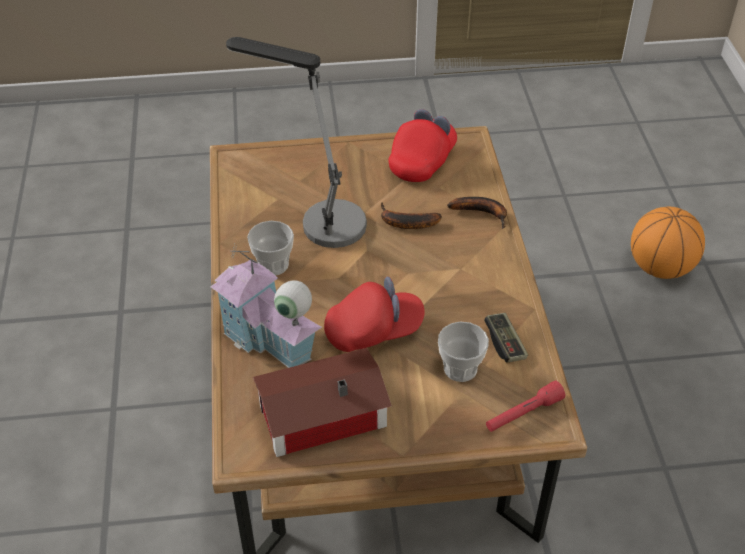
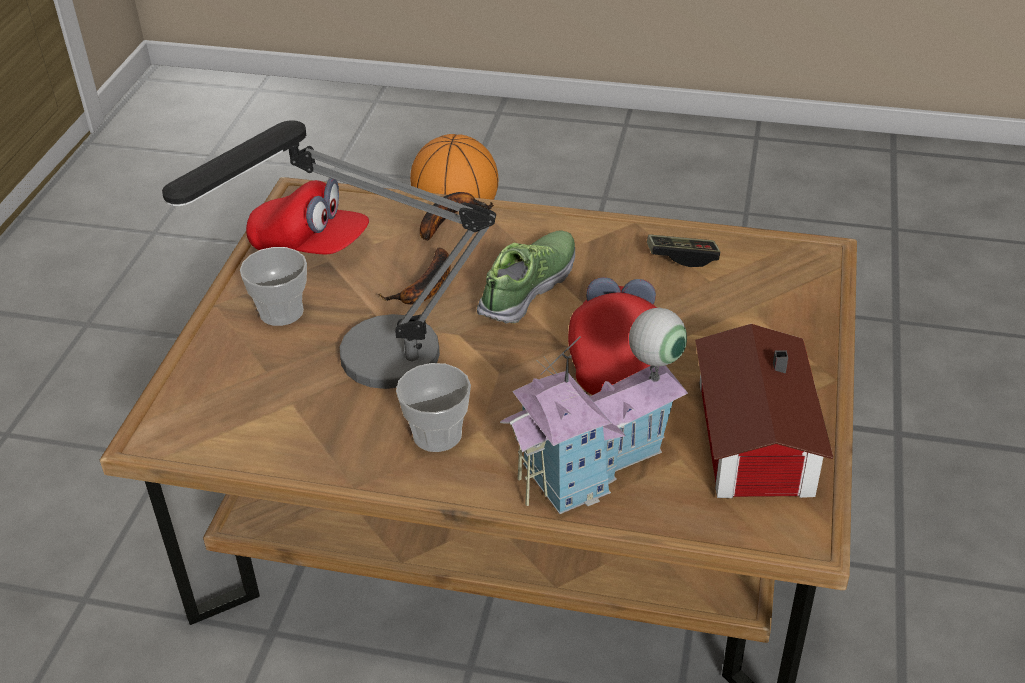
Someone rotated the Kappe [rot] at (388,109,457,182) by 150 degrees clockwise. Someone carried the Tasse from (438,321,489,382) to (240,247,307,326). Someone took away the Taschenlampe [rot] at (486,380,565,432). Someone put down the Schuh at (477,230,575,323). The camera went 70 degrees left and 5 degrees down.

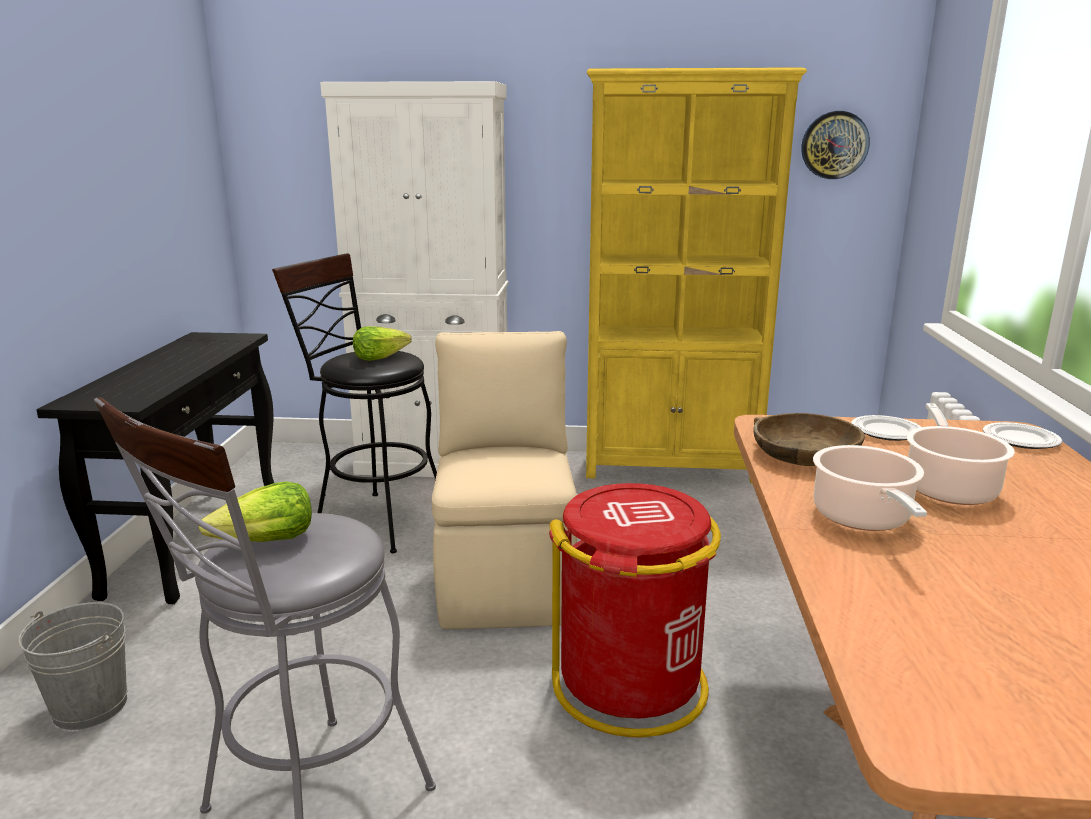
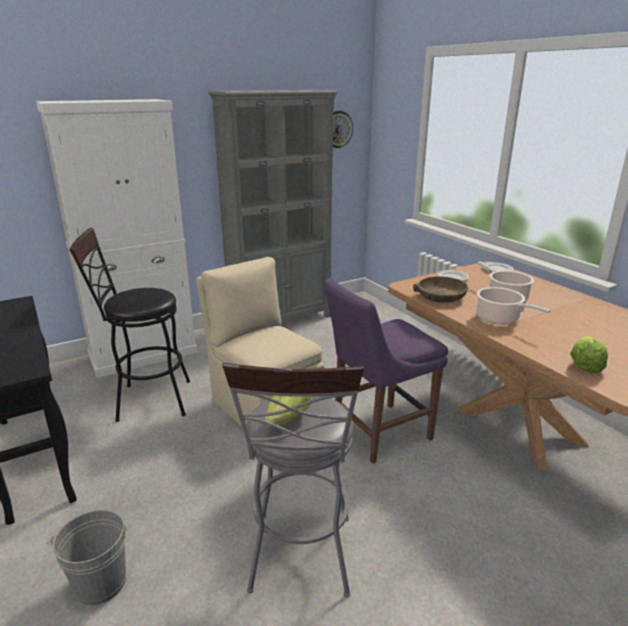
Someone carried the Salatkopf from (353,326,412,361) to (570,336,608,373). Someone swapped the Mülleimer [rot] at (549,483,721,737) for the Stuhl [lila] at (324,279,448,464). Someone repainted the Bücherregal [gelb] at (586,67,807,484), which became the Bücherregal [grau] at (208,90,338,321). The camera went 35 degrees left and 5 degrees up.

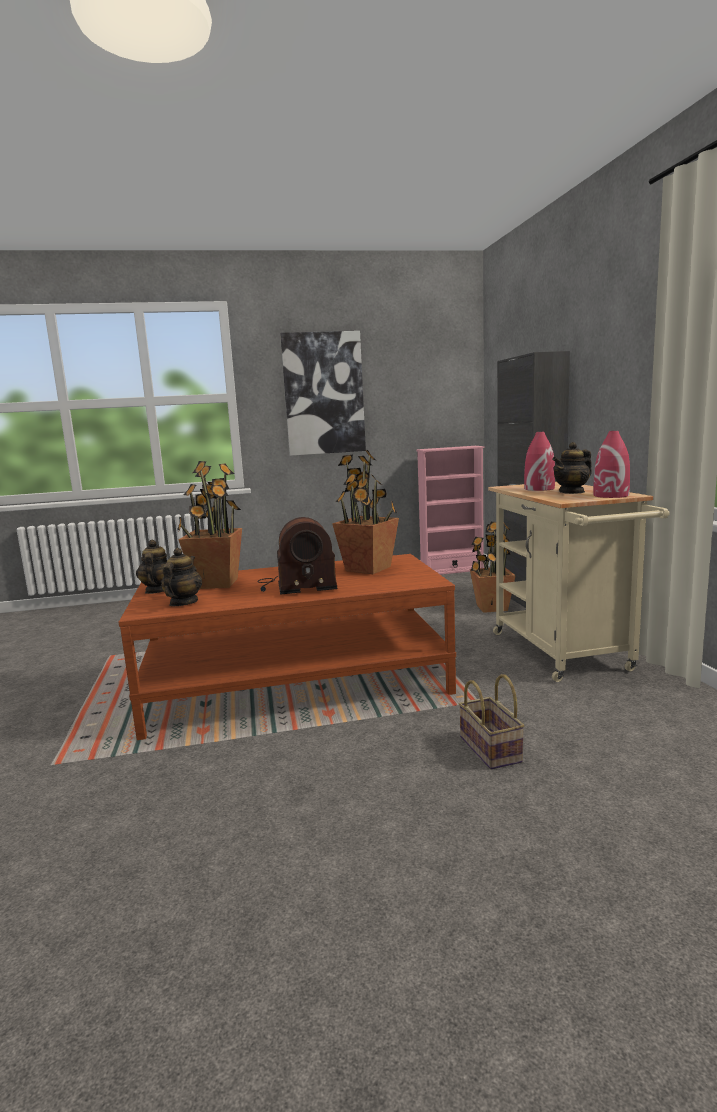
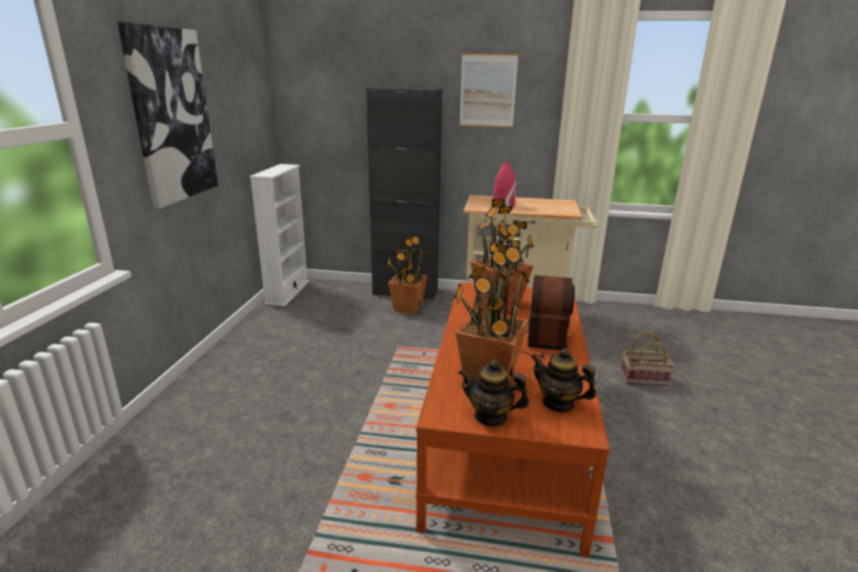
Someone repainted the Bücherregal [rosa] at (416,446,484,575), which became the Bücherregal [weiß] at (250,164,309,306). Someone took away the Teekanne at (552,442,592,494). Someone took away the Vase [rot] at (593,431,630,498). Someone put up the Bild at (460,53,518,128). The camera went 70 degrees left and 10 degrees up.

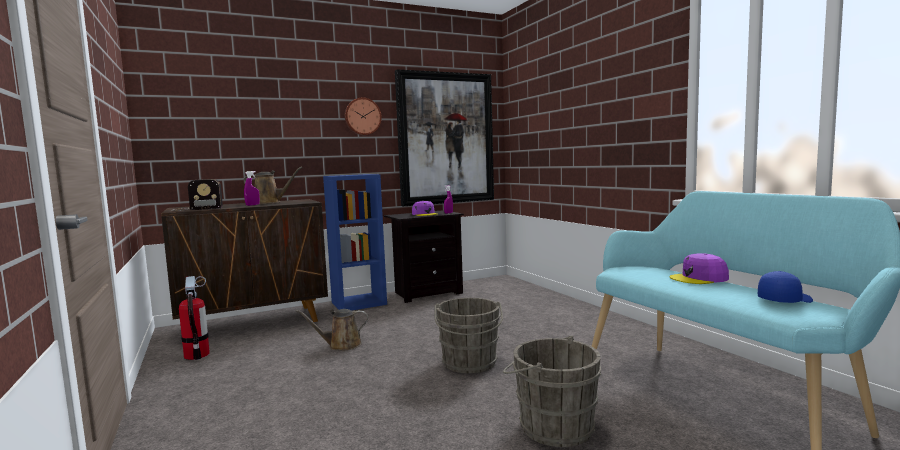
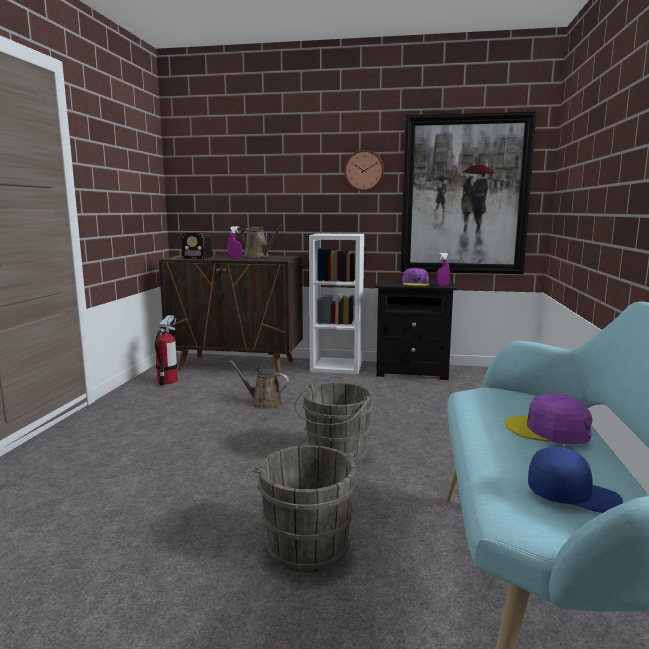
Someone repainted the Bücherregal [blau] at (323,174,387,311), which became the Bücherregal [weiß] at (309,234,364,374). The camera went 35 degrees right and 5 degrees up.

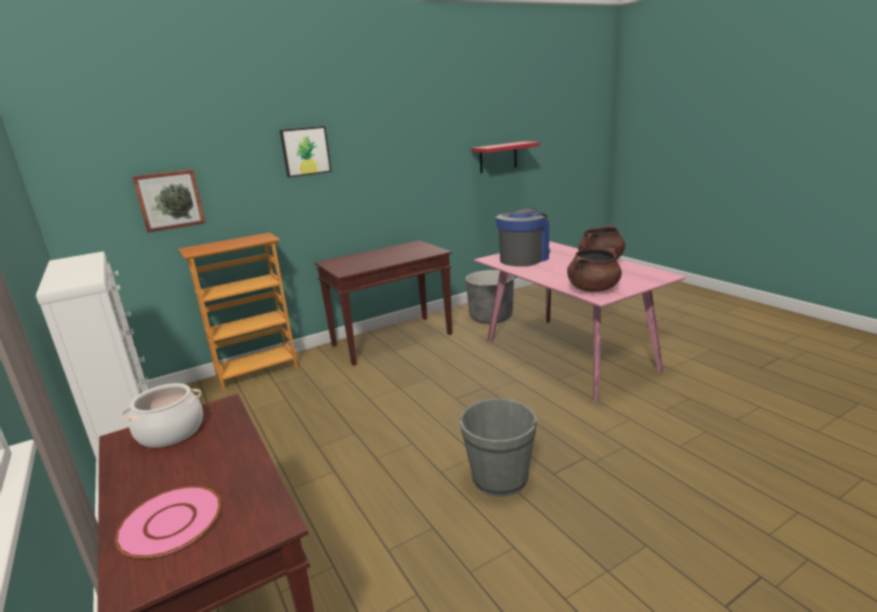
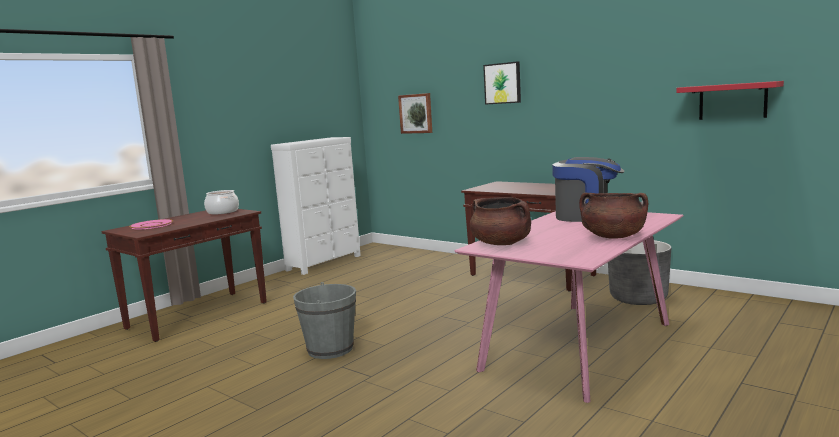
Someone took away the Bücherregal at (179,233,298,392). The camera went 70 degrees right and 10 degrees down.

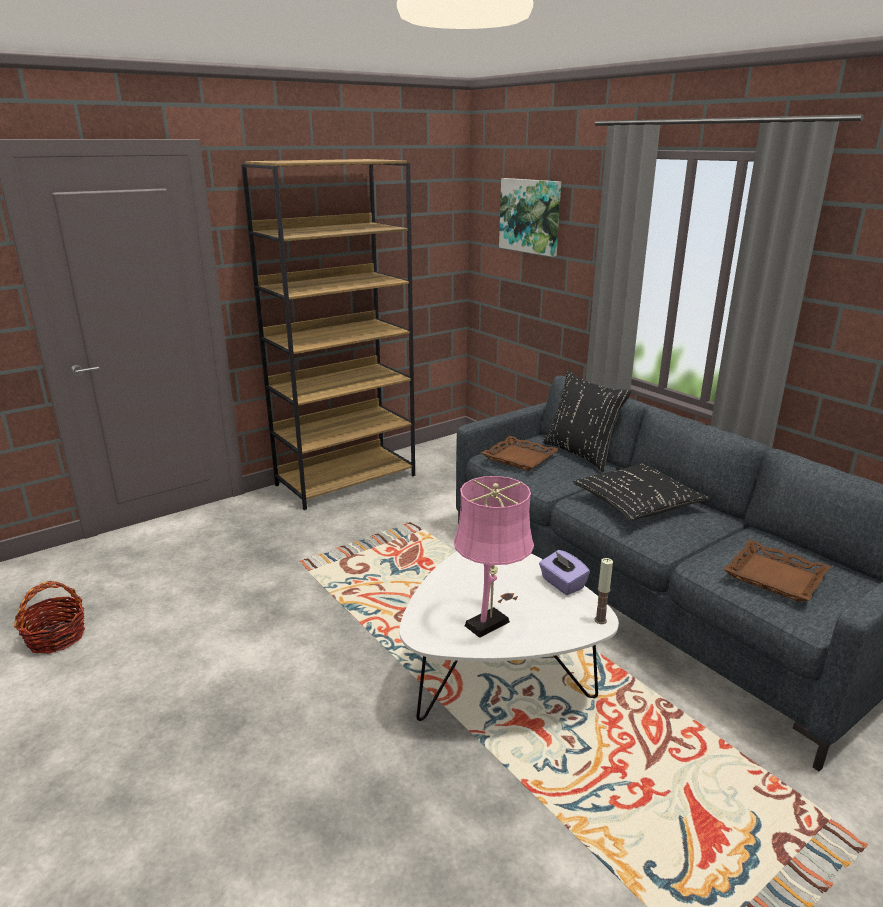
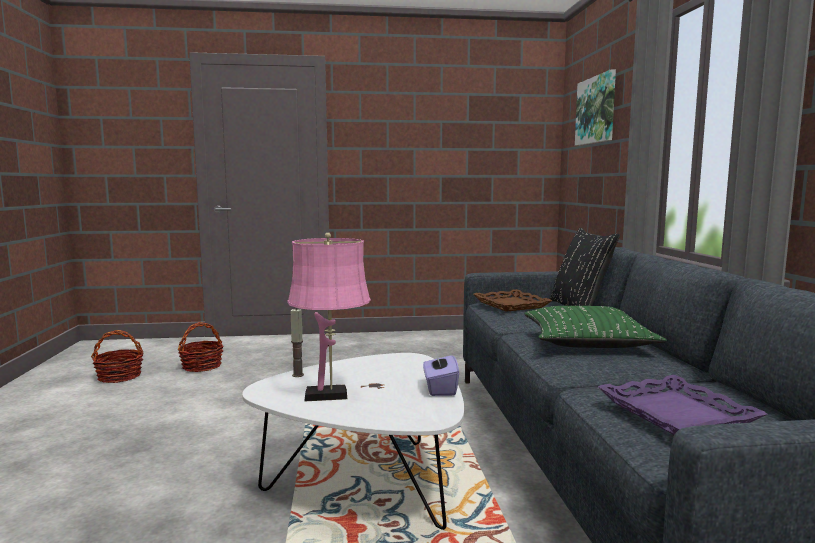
Someone took away the Bücherregal [braun] at (241,159,415,510). Someone repainted the Kissen [schwarz] at (572,463,710,521), which became the Kissen [grün] at (524,306,667,348). Someone carried the Kerze from (594,558,613,624) to (291,308,304,377). Someone repainted the Tablett [braun] at (723,540,831,602), which became the Tablett [lila] at (598,375,768,435). Someone put down the Korb at (178,322,224,372). The camera went 30 degrees right and 15 degrees down.

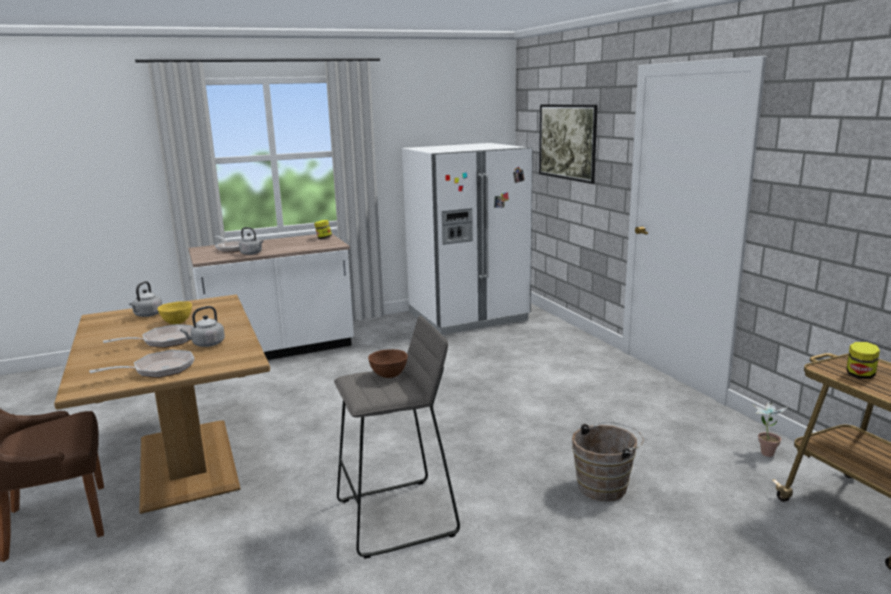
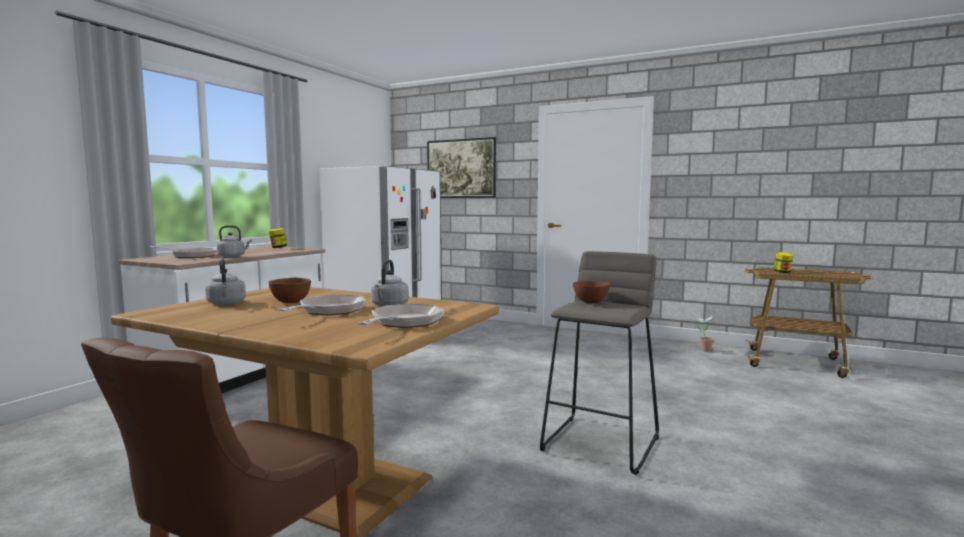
Someone repainted the Schüssel [gelb] at (158,301,192,324), which became the Schüssel [braun] at (268,278,311,303). Someone took away the Eimer [braun] at (572,422,644,501). The camera went 40 degrees left and 10 degrees down.

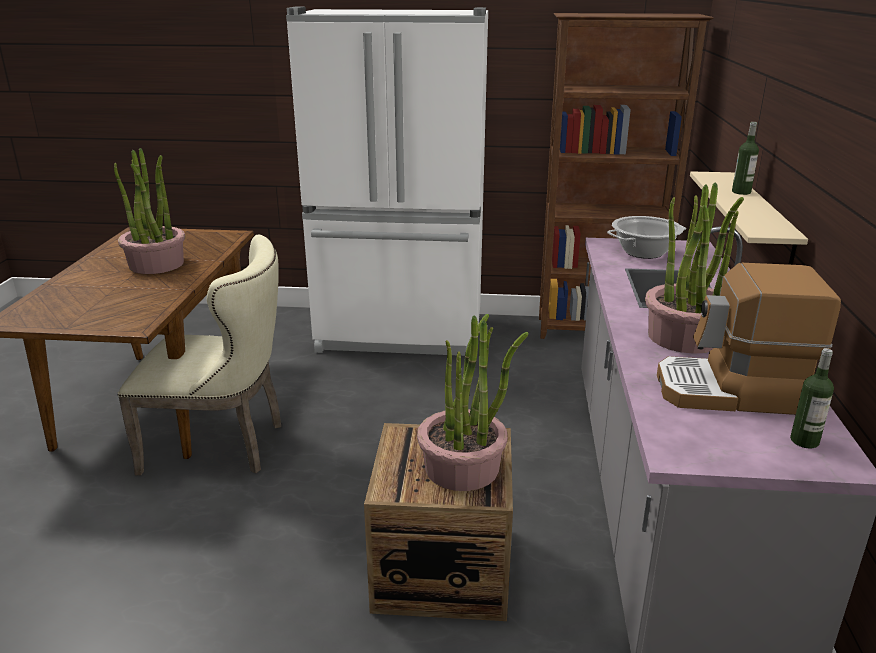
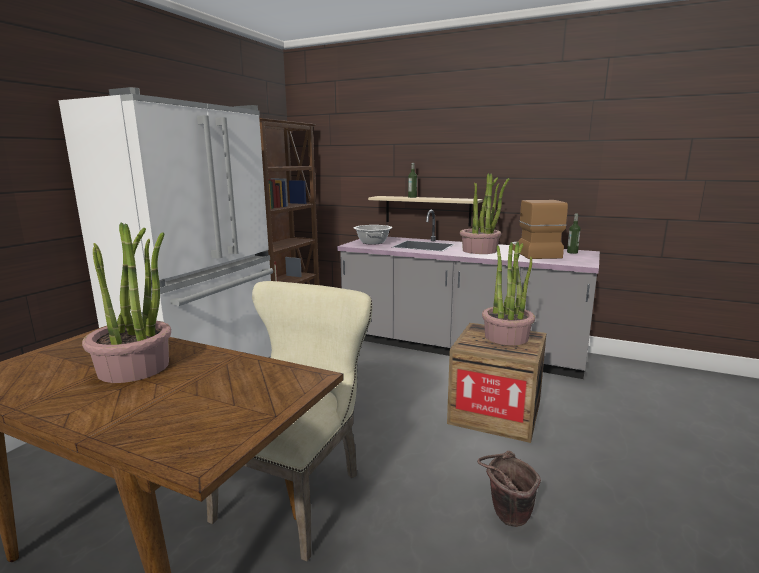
Someone rotated the Kaffeemaschine at (657,263,841,415) by 150 degrees clockwise. Someone put down the Eimer [braun] at (477,451,541,527). The camera went 70 degrees left and 10 degrees down.

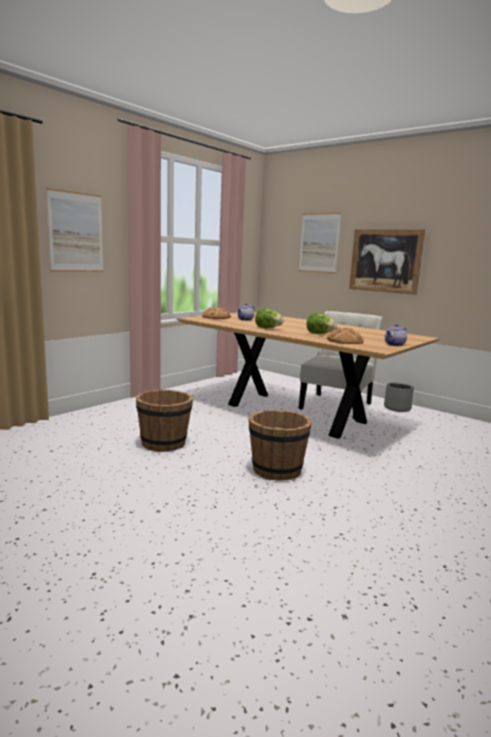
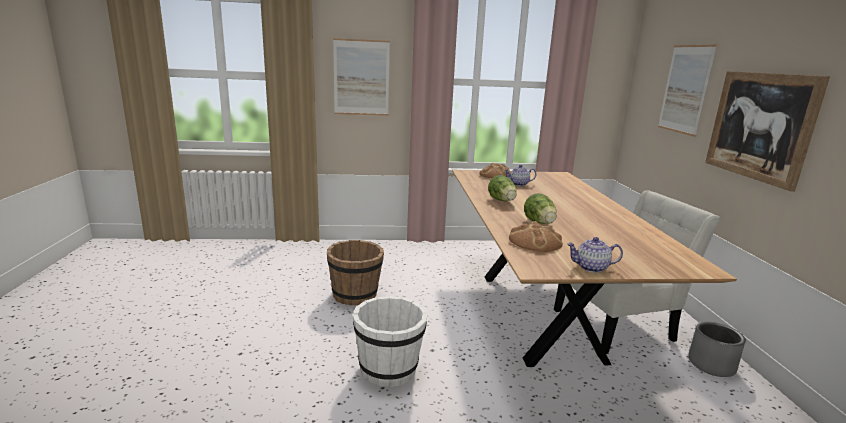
Someone repainted the Eimer [braun] at (249,410,312,481), which became the Eimer [weiß] at (353,296,428,387). The camera went 45 degrees right and 5 degrees up.

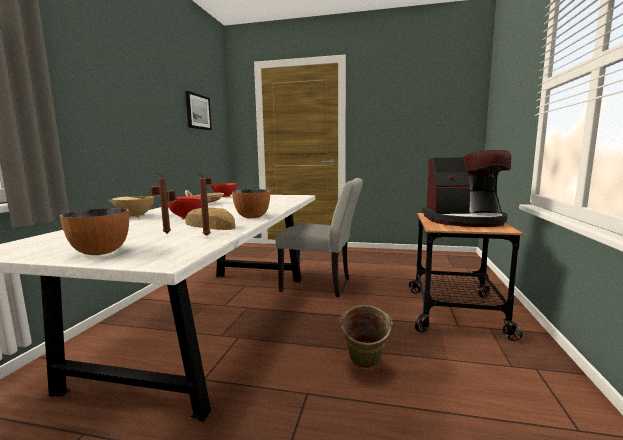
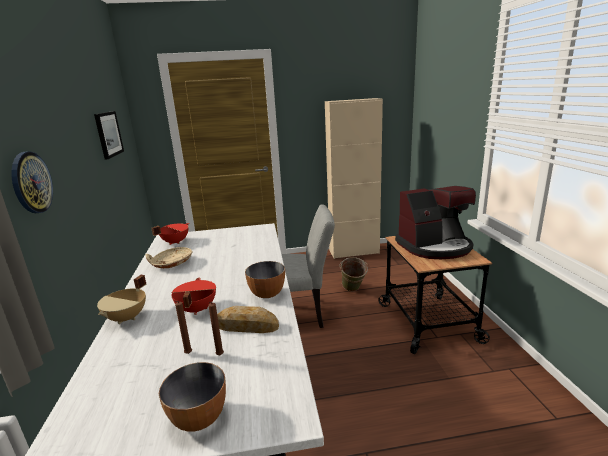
Someone carried the Kerze [braun] from (197,172,210,236) to (175,301,192,354). Someone carried the Eimer [grün] from (340,305,393,369) to (339,257,368,291). Someone put up the Wanduhr at (11,151,53,213). Someone put down the Schrank [beige] at (325,98,383,259). The camera went 20 degrees left and 10 degrees up.

